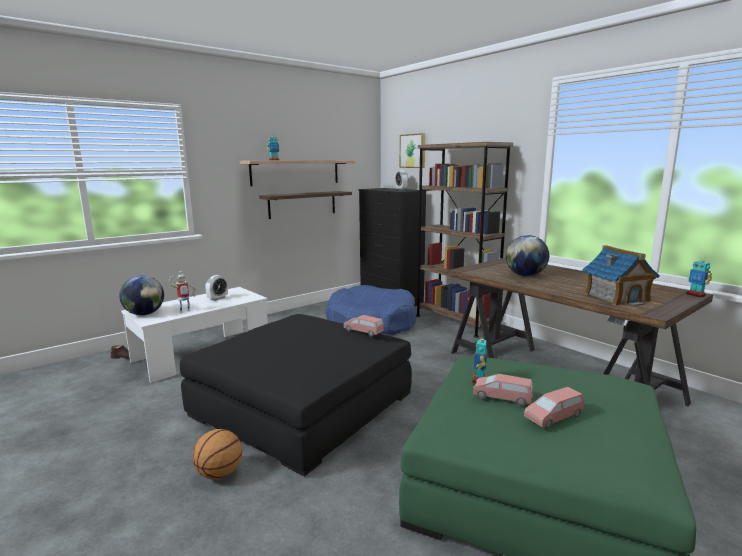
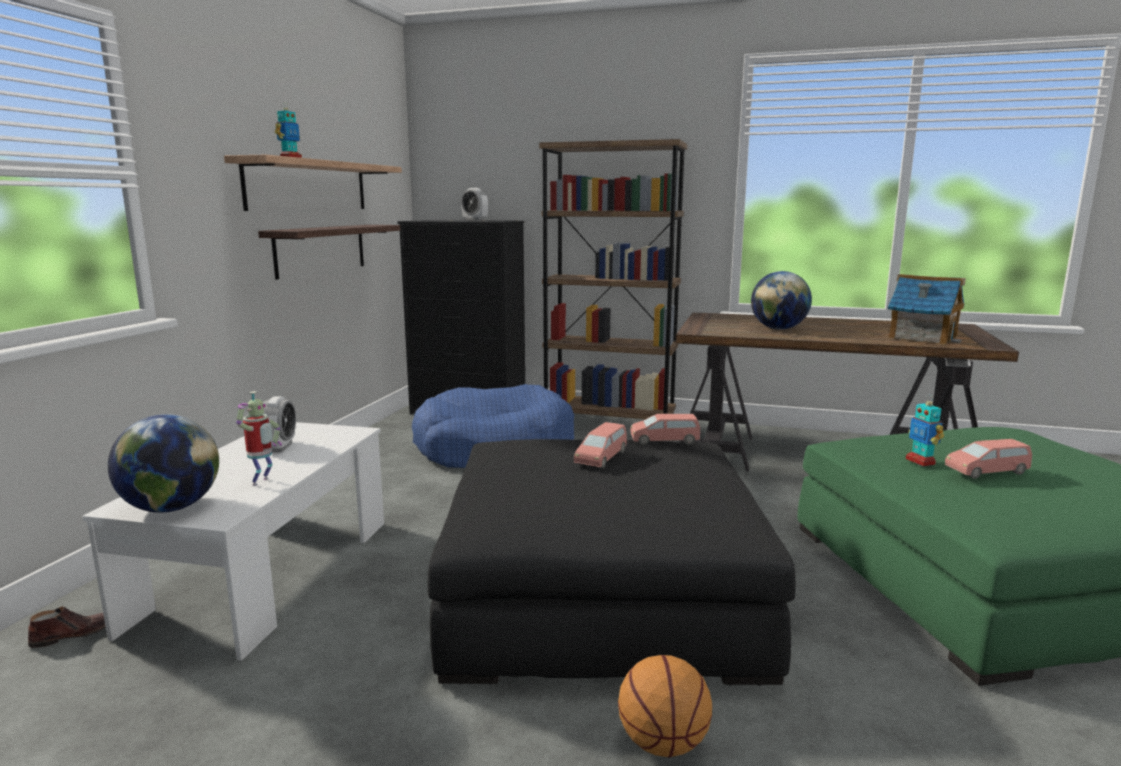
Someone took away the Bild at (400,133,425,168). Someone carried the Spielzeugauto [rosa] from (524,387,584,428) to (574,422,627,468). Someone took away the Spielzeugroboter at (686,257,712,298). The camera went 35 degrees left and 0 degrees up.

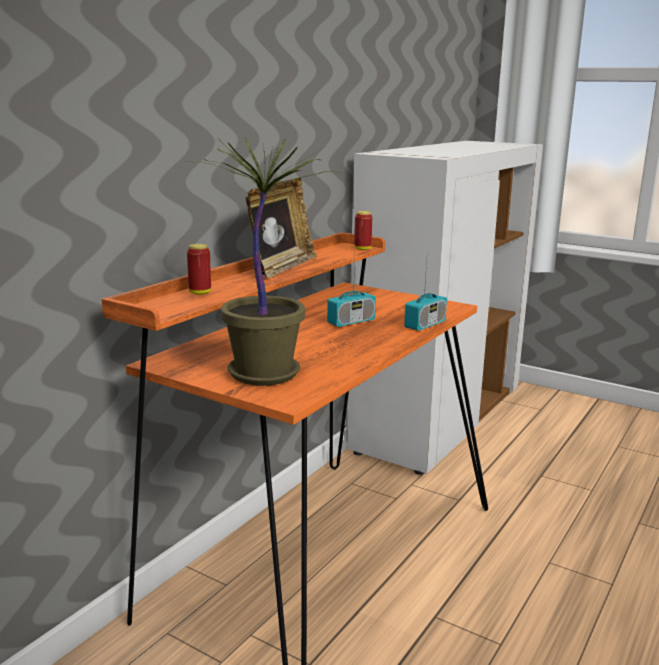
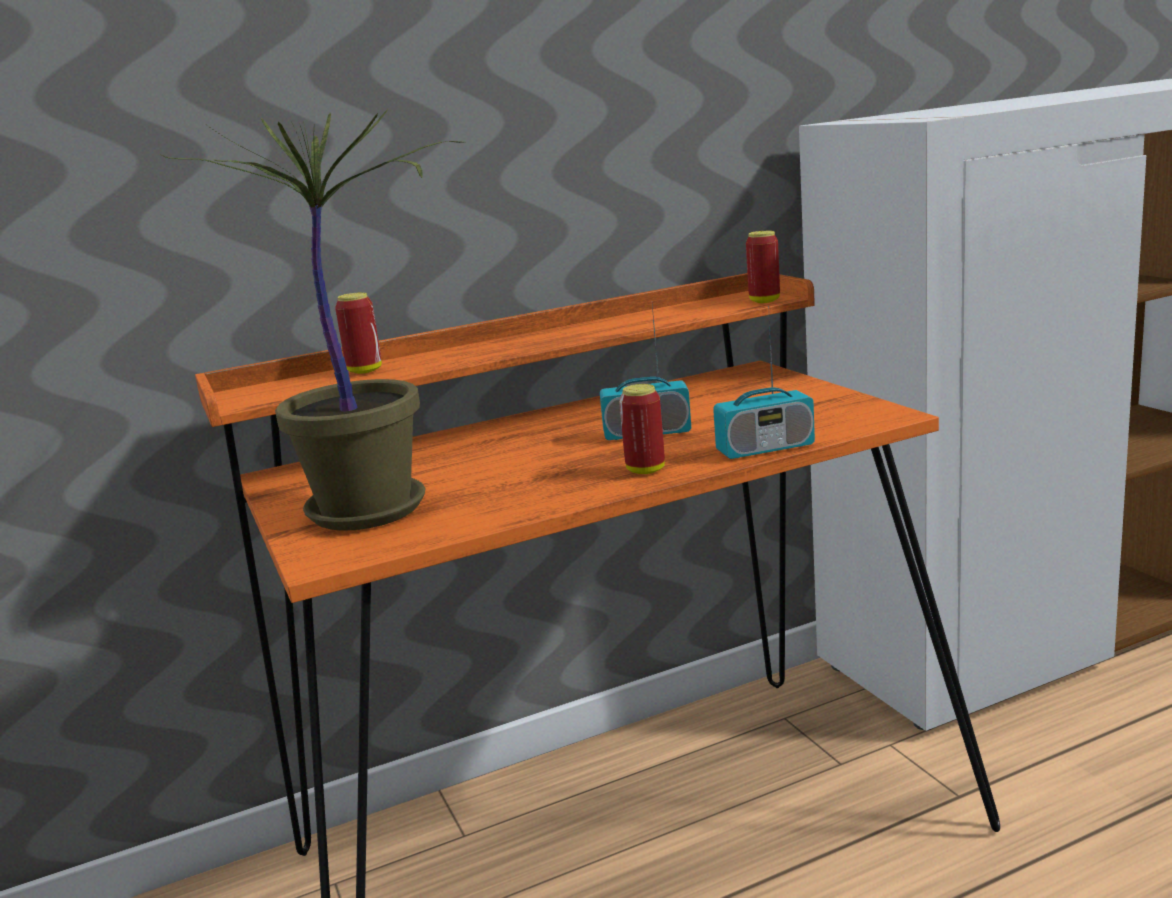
Someone took away the Bilderrahmen at (246,178,317,278). Someone put down the Dose at (619,384,665,474). The camera went 35 degrees right and 0 degrees up.

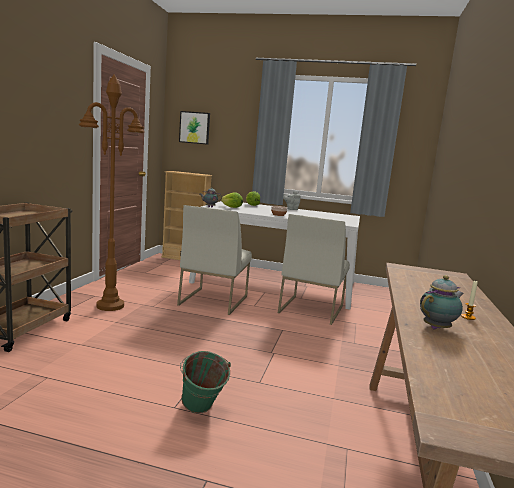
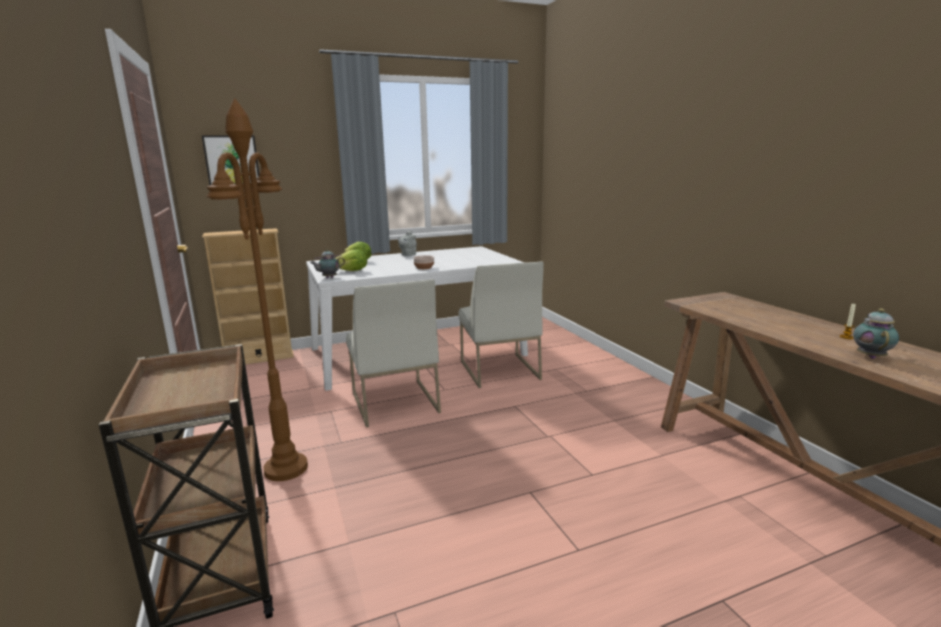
Someone took away the Eimer [grün] at (180,351,231,414). The camera went 35 degrees left and 5 degrees up.

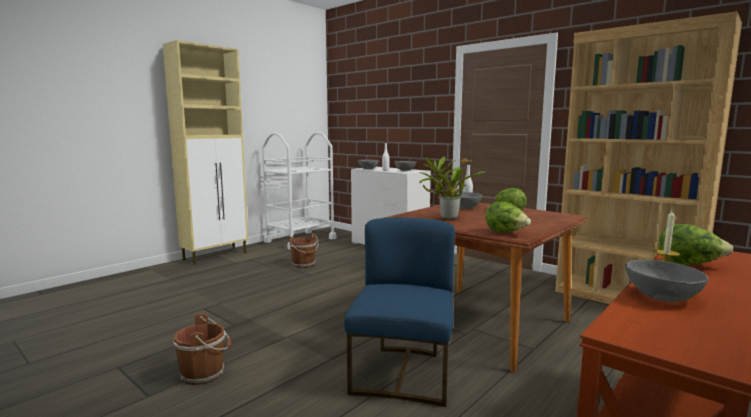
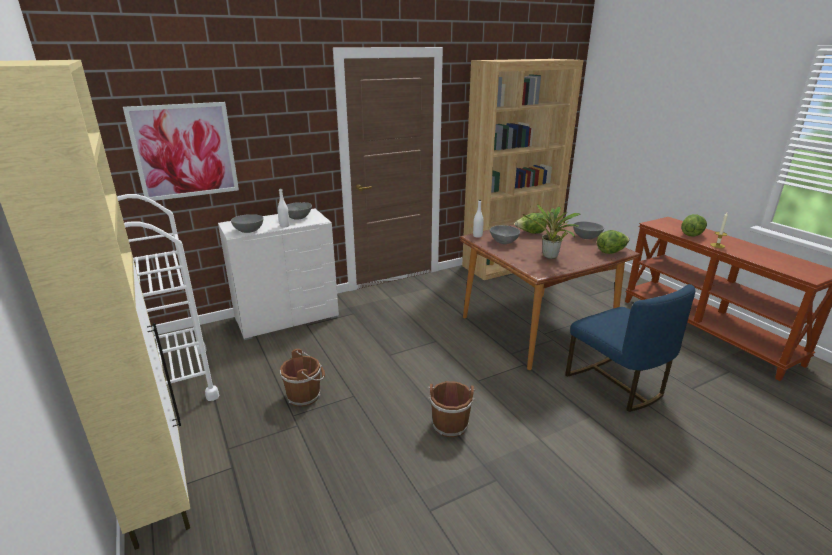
Someone carried the Eimer [braun] from (173,313,231,385) to (428,381,475,437). Someone rotated the Stuhl [blau] at (344,218,455,407) by 150 degrees counterclockwise. Someone carried the Schüssel [grau] from (626,260,708,302) to (573,222,604,239). Someone put up the Bild at (123,102,239,202). The camera went 70 degrees left and 15 degrees up.

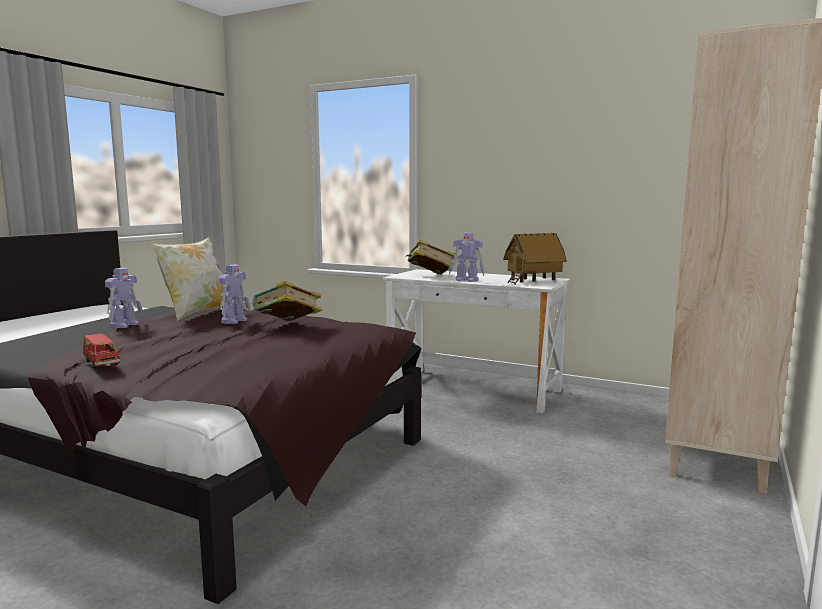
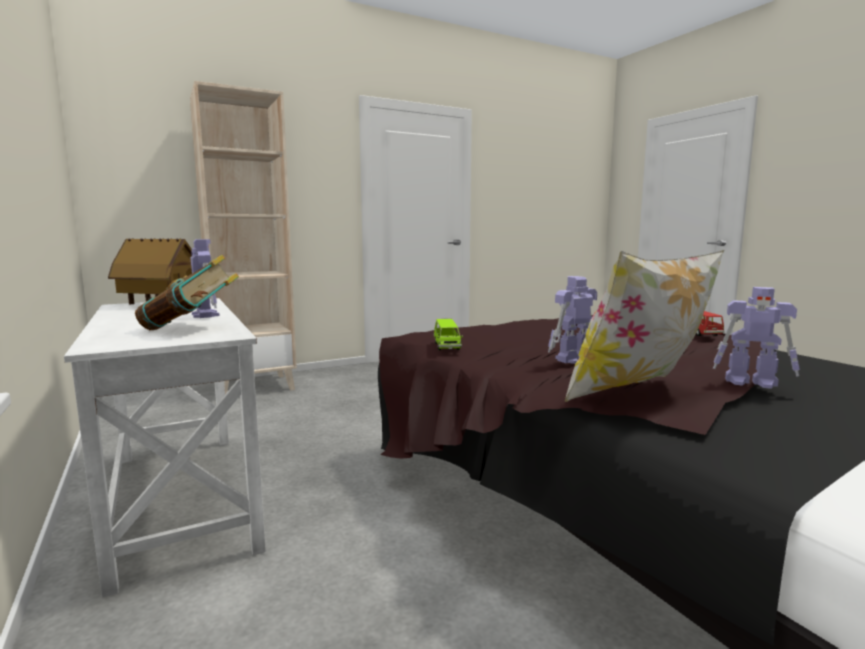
Someone rotated the Spielzeugroboter at (105,268,143,328) by 120 degrees counterclockwise. Someone took away the Buch at (253,281,322,321). Someone put down the Spielzeugauto [grün] at (434,319,463,350). The camera went 145 degrees left and 0 degrees up.

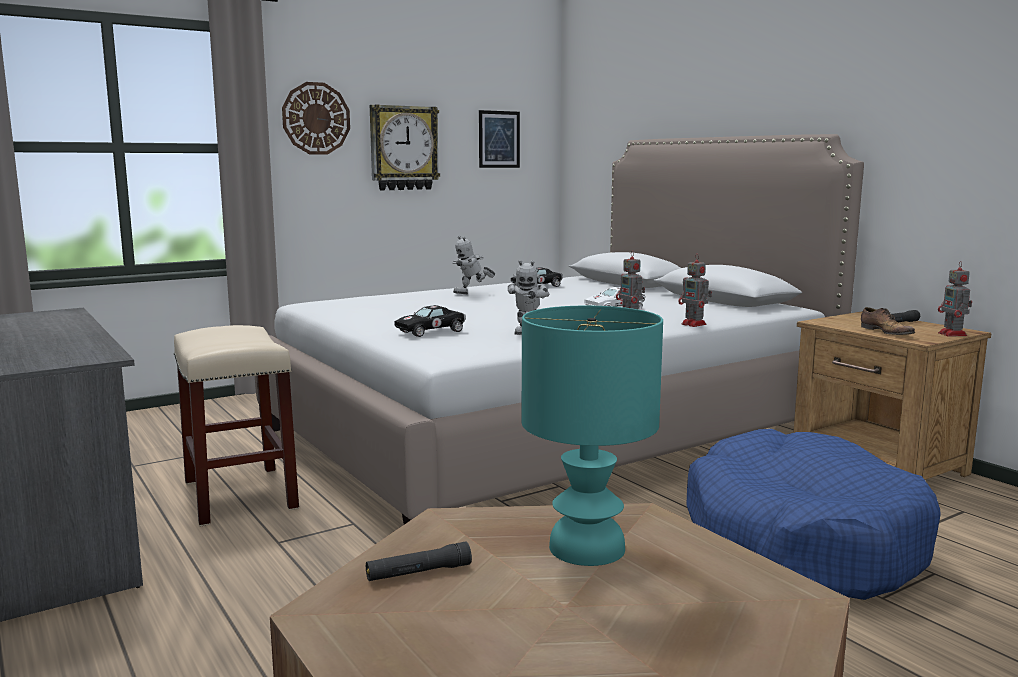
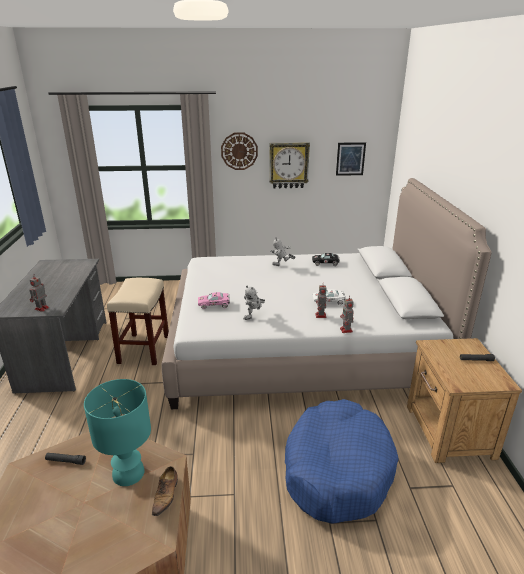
Someone repainted the Spielzeugauto [schwarz] at (394,305,466,337), which became the Spielzeugauto [rosa] at (198,292,230,309). Someone carried the Schuh from (861,307,915,335) to (152,466,178,516). Someone carried the Spielzeugroboter from (938,261,972,337) to (30,274,49,312). The camera went 30 degrees right and 15 degrees up.

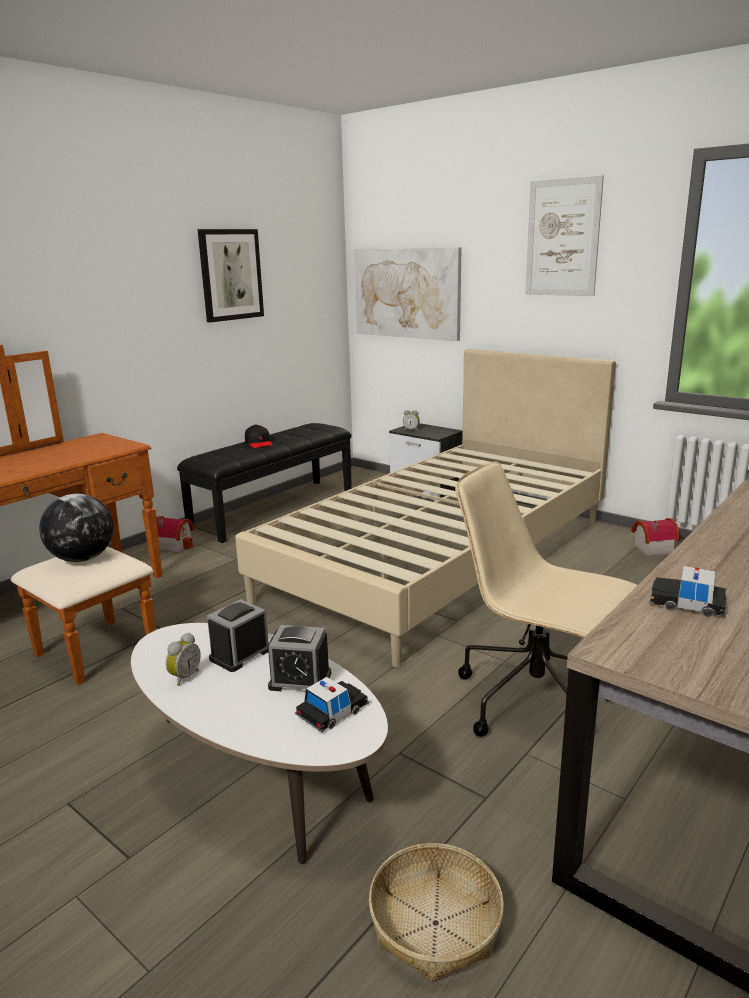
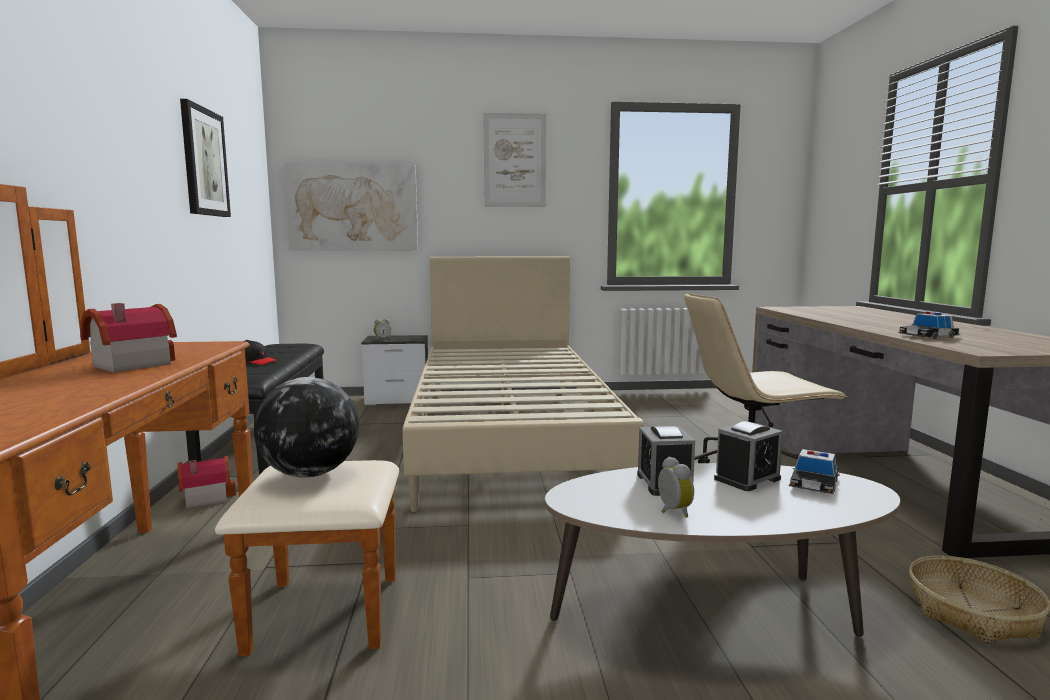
Someone rotated the Spielzeugauto at (295,677,369,732) by 150 degrees counterclockwise. Someone carried the Spielzeughaus from (631,518,680,556) to (80,303,177,373). The camera went 45 degrees left and 10 degrees down.

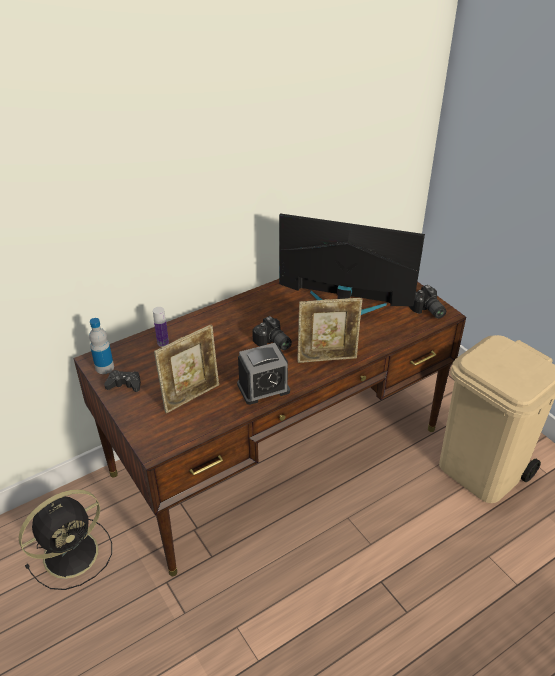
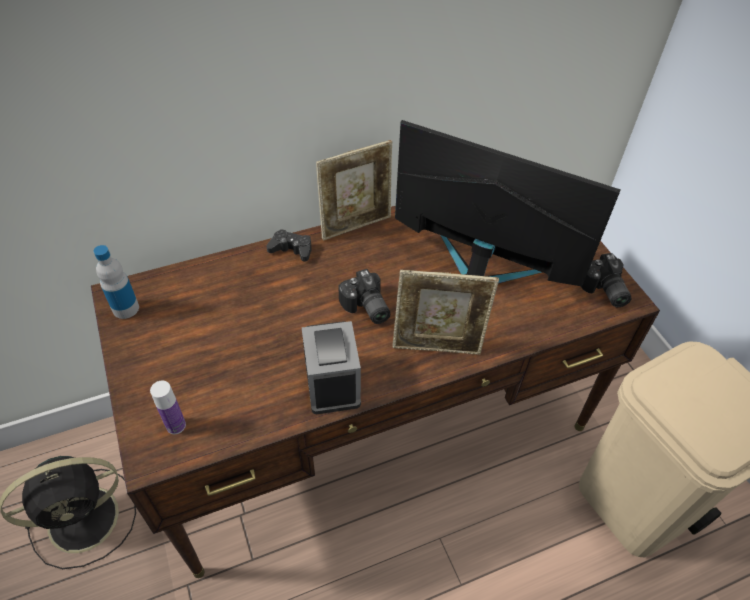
Someone carried the Gamepad [schwarz] from (104,370,141,392) to (266,229,312,262). Someone carried the Flasche from (153,307,169,347) to (150,381,186,434). Someone carried the Bilderrahmen from (154,324,219,414) to (316,140,392,241). Someone rotated the Wecker at (237,343,290,405) by 90 degrees counterclockwise. The camera went 10 degrees right and 10 degrees up.

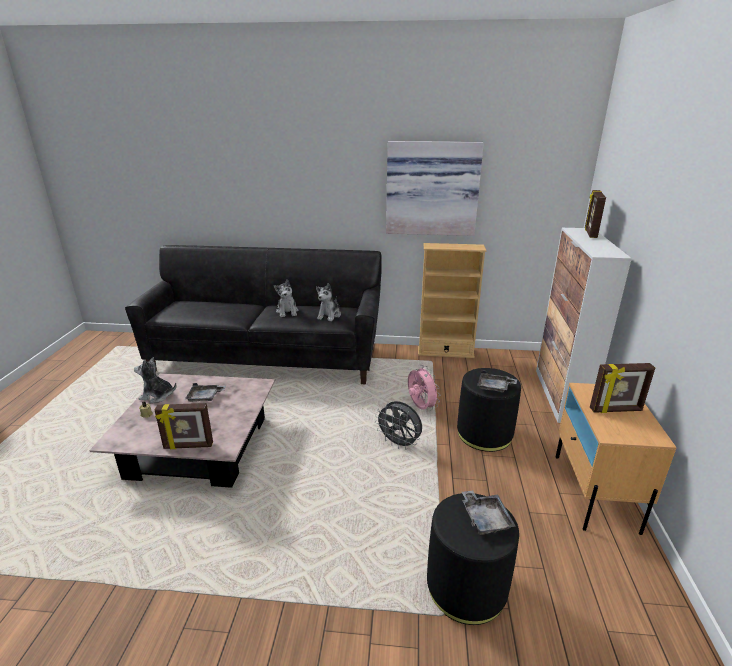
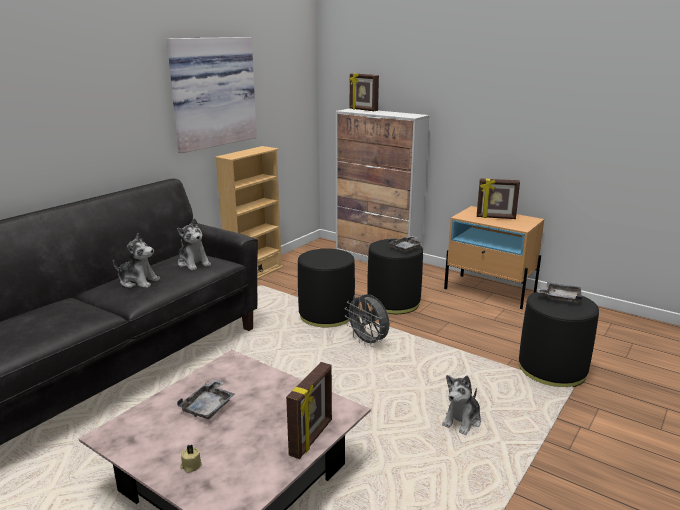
Someone carried the Plüschtier from (134,357,176,403) to (442,375,481,435). Someone rotated the Ventilator [grau] at (375,401,422,450) by 75 degrees clockwise. Someone swapped the Ventilator [rosa] at (408,365,440,410) for the Polsterhocker [schwarz] at (298,249,355,327). Someone rotated the Bilderrahmen at (590,363,655,413) by 75 degrees clockwise. The camera went 60 degrees left and 5 degrees down.

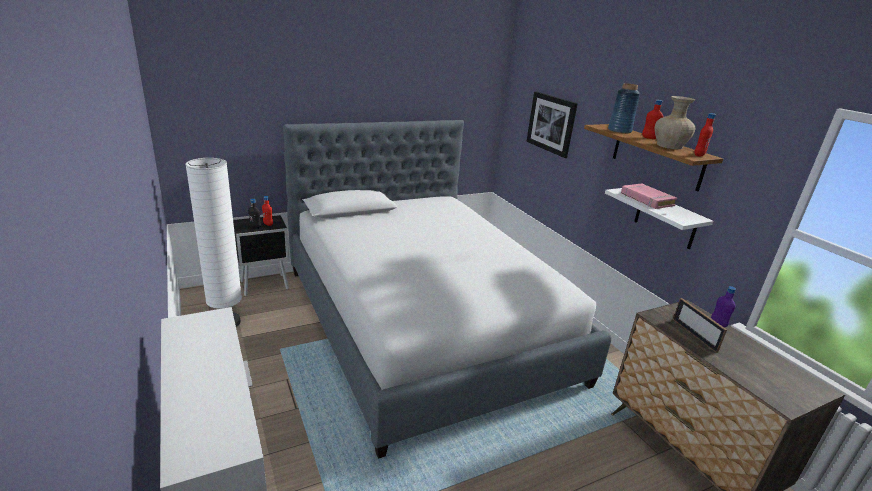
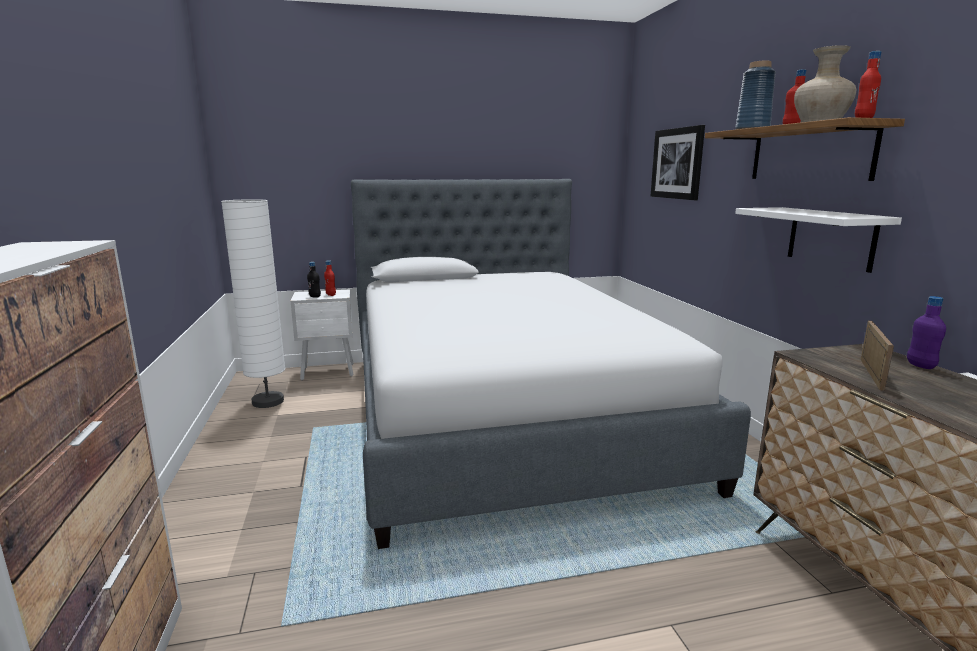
Someone repainted the Nachttisch [schwarz] at (233,215,289,296), which became the Nachttisch [weiß] at (290,290,354,380). Someone took away the Buch [rosa] at (621,184,677,209). Someone rotated the Bilderrahmen at (673,298,727,353) by 150 degrees counterclockwise. The camera went 15 degrees right and 10 degrees down.

